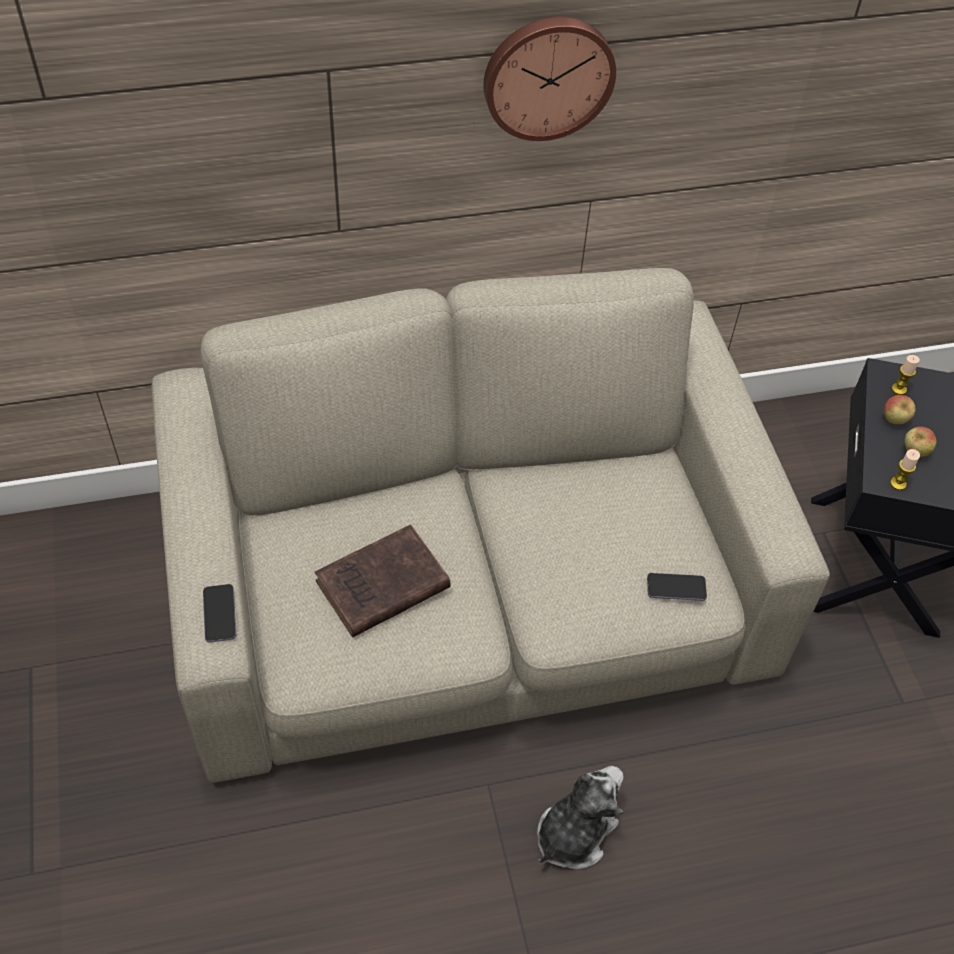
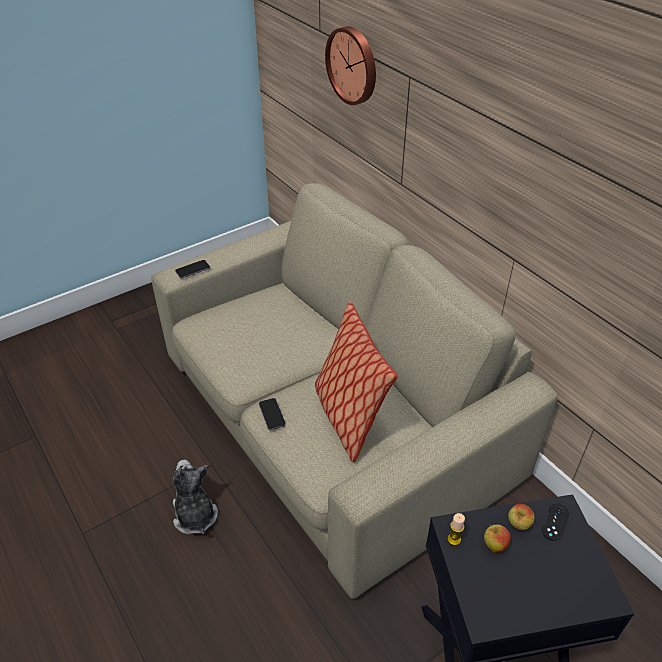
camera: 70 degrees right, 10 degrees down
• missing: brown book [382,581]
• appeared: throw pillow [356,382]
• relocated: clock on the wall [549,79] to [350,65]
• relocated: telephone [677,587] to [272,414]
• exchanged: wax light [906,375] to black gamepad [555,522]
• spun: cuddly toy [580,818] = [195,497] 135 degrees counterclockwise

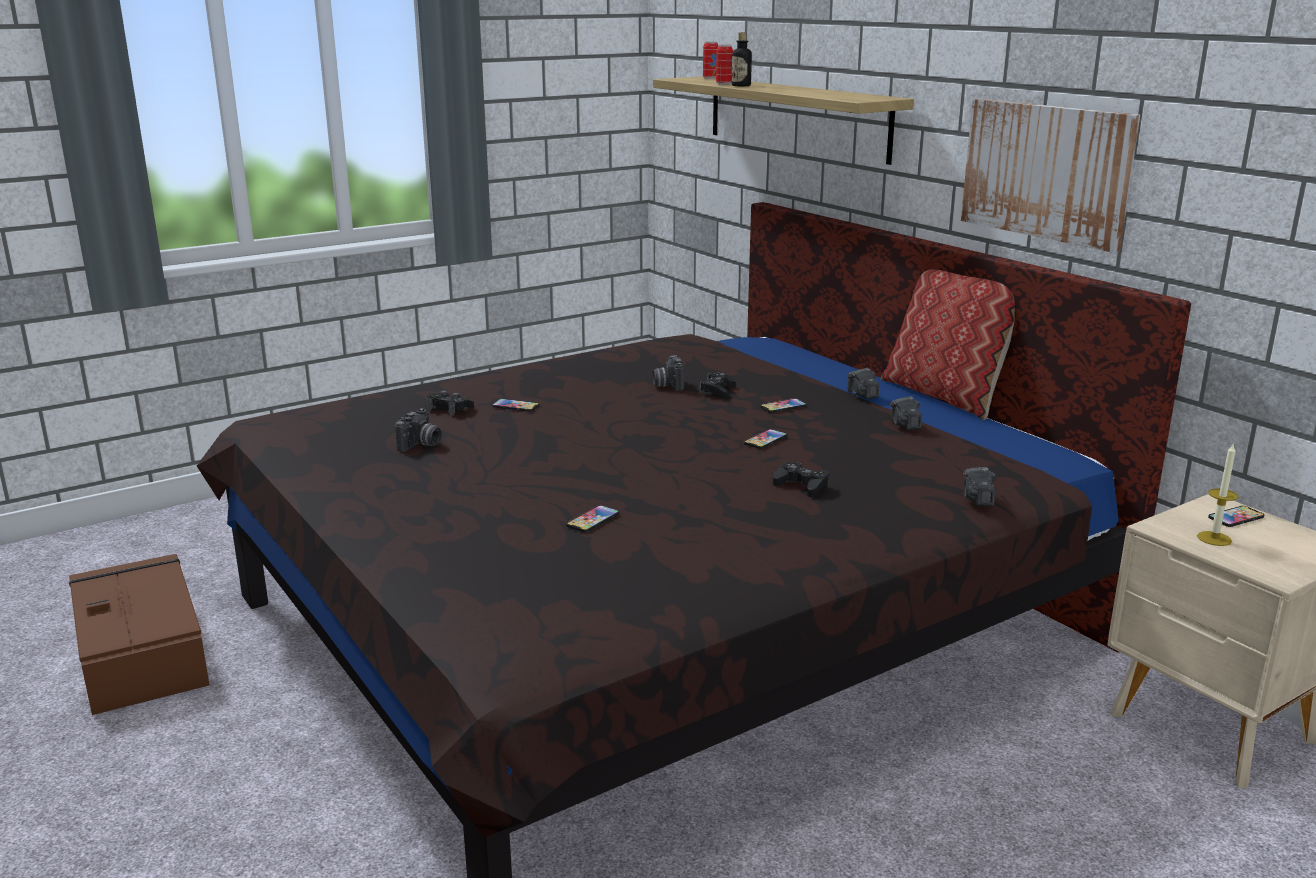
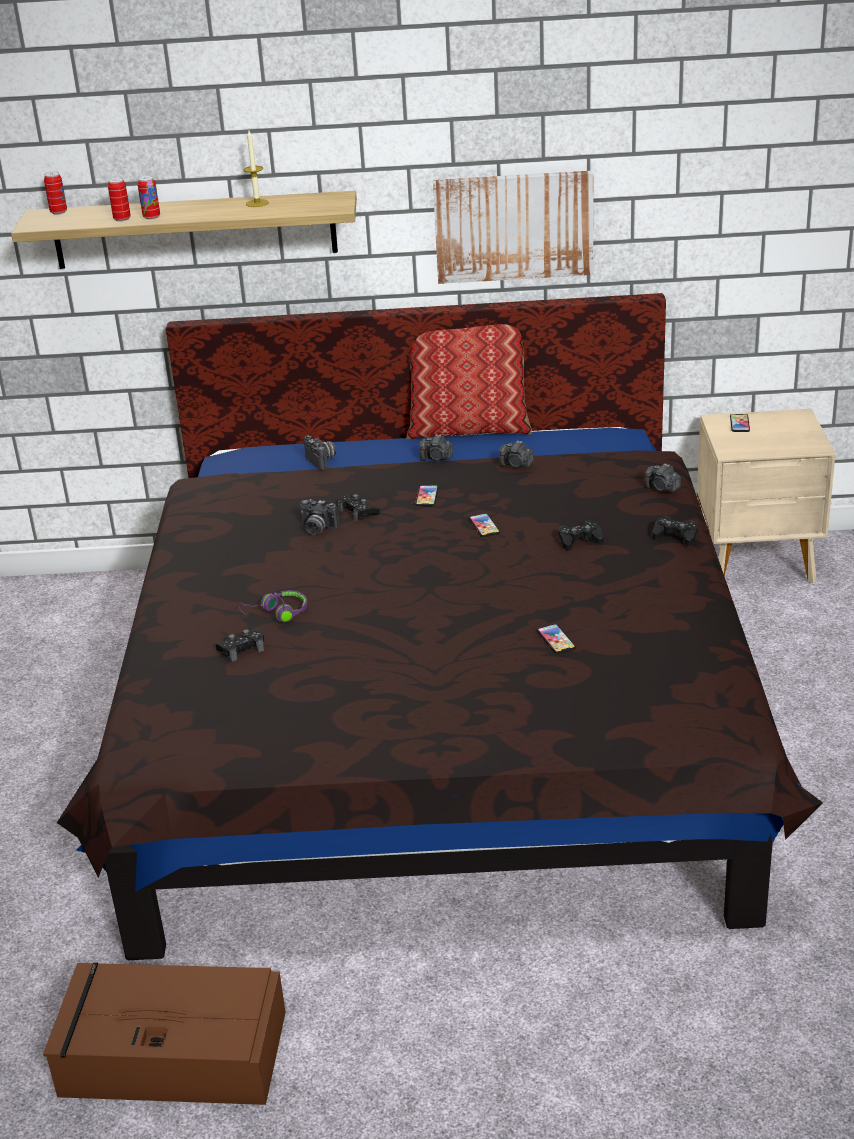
camera: 55 degrees left, 10 degrees up
• appeared: black gamepad [675,531]
• relocated: photo camera [418,430] to [320,452]
• relocated: wax light [1217,495] to [256,169]
• exchanged: telephone [515,405] to purple-coloured pair of headphones [273,606]
• exchanged: beverage bottle [742,59] to sealed can [149,197]

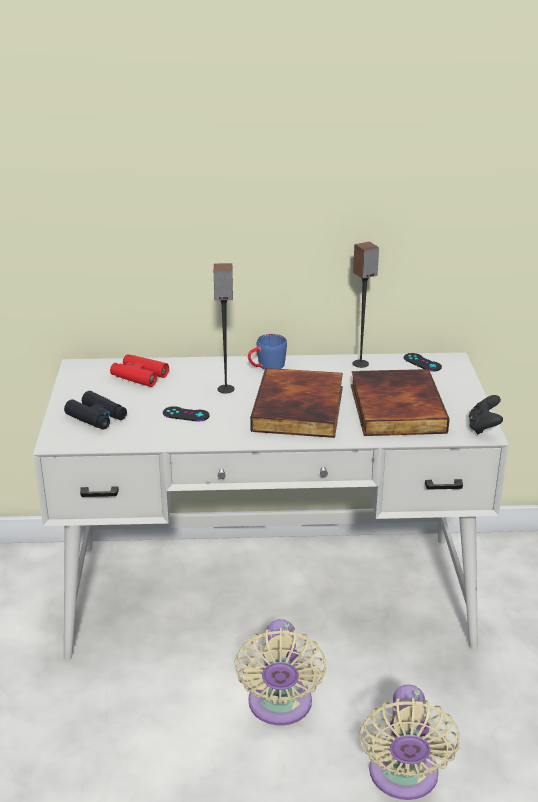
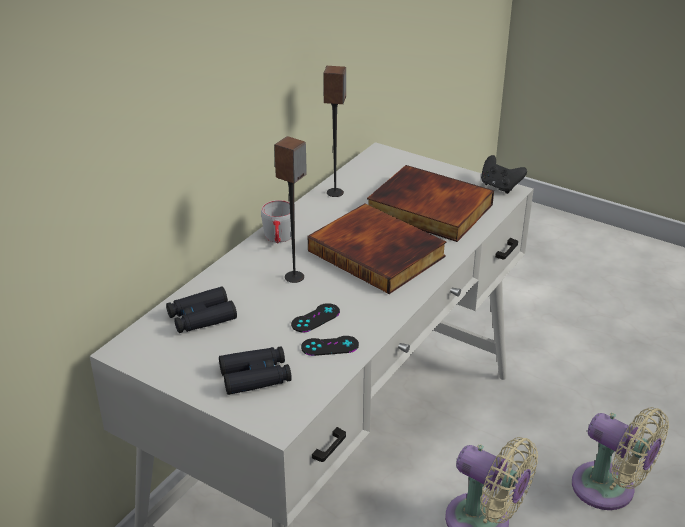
camera: 55 degrees left, 5 degrees up
• relocated: black gamepad [423,362] to [330,346]
• colour: red pair of binoculars [139,370] to black pair of binoculars [201,309]
• colour: blue coffee mug [267,352] to gray coffee mug [278,222]

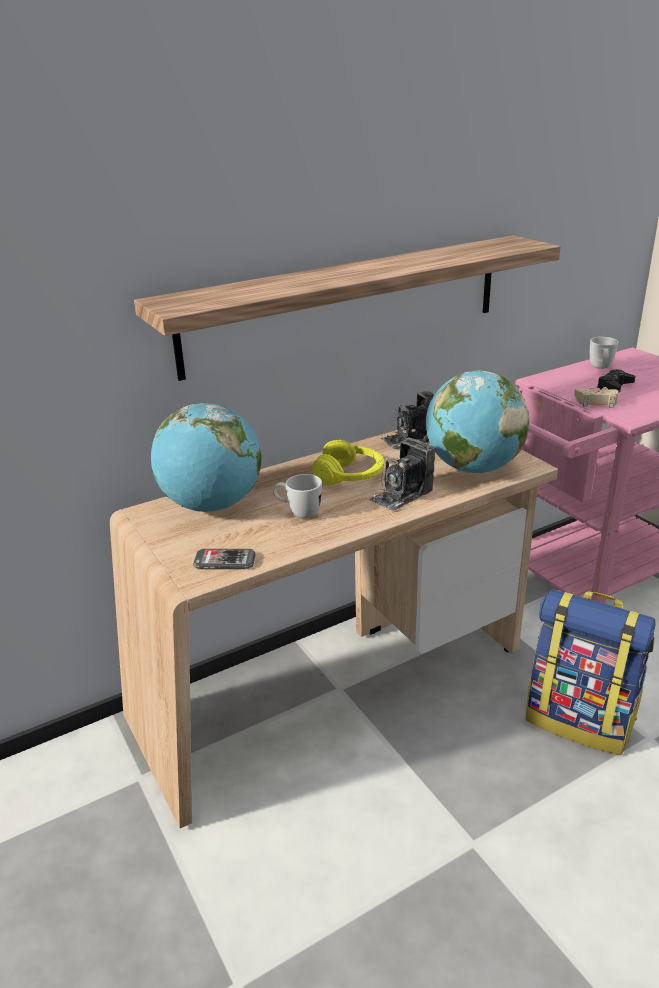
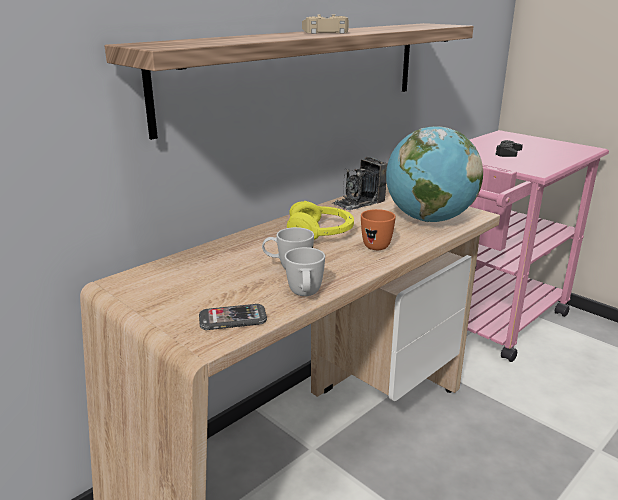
camera: 15 degrees left, 5 degrees down
• missing: world globe [206,457]
• missing: rucksack [590,672]
• relocated: sand-coloured gamepad [596,397] to [325,24]
• relocated: white coffee mug [604,353] to [304,271]
• exchanged: photo camera [402,474] to orange-coloured coffee mug [378,229]

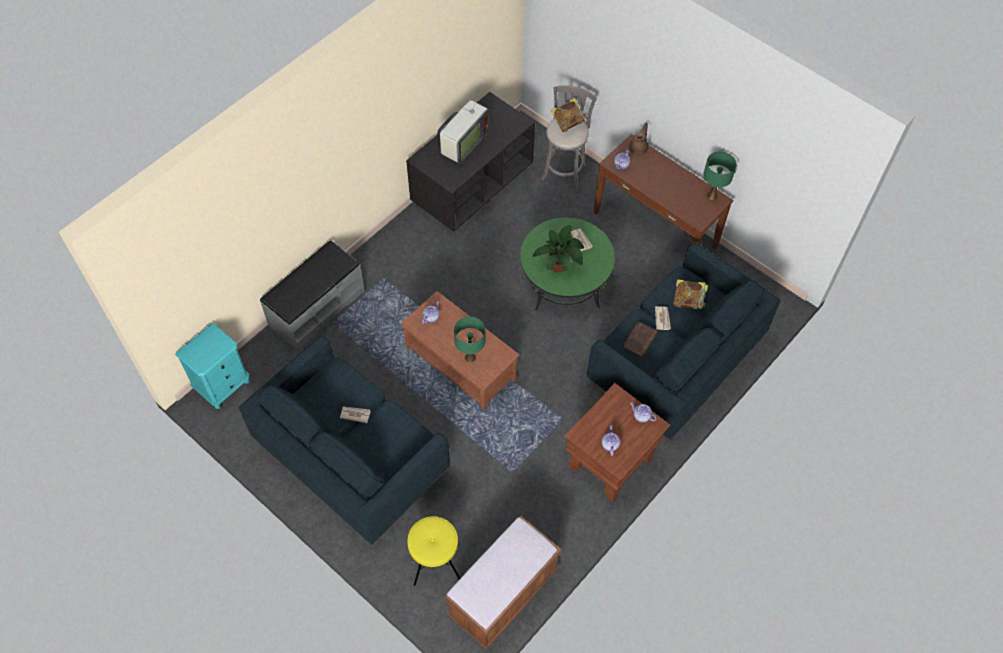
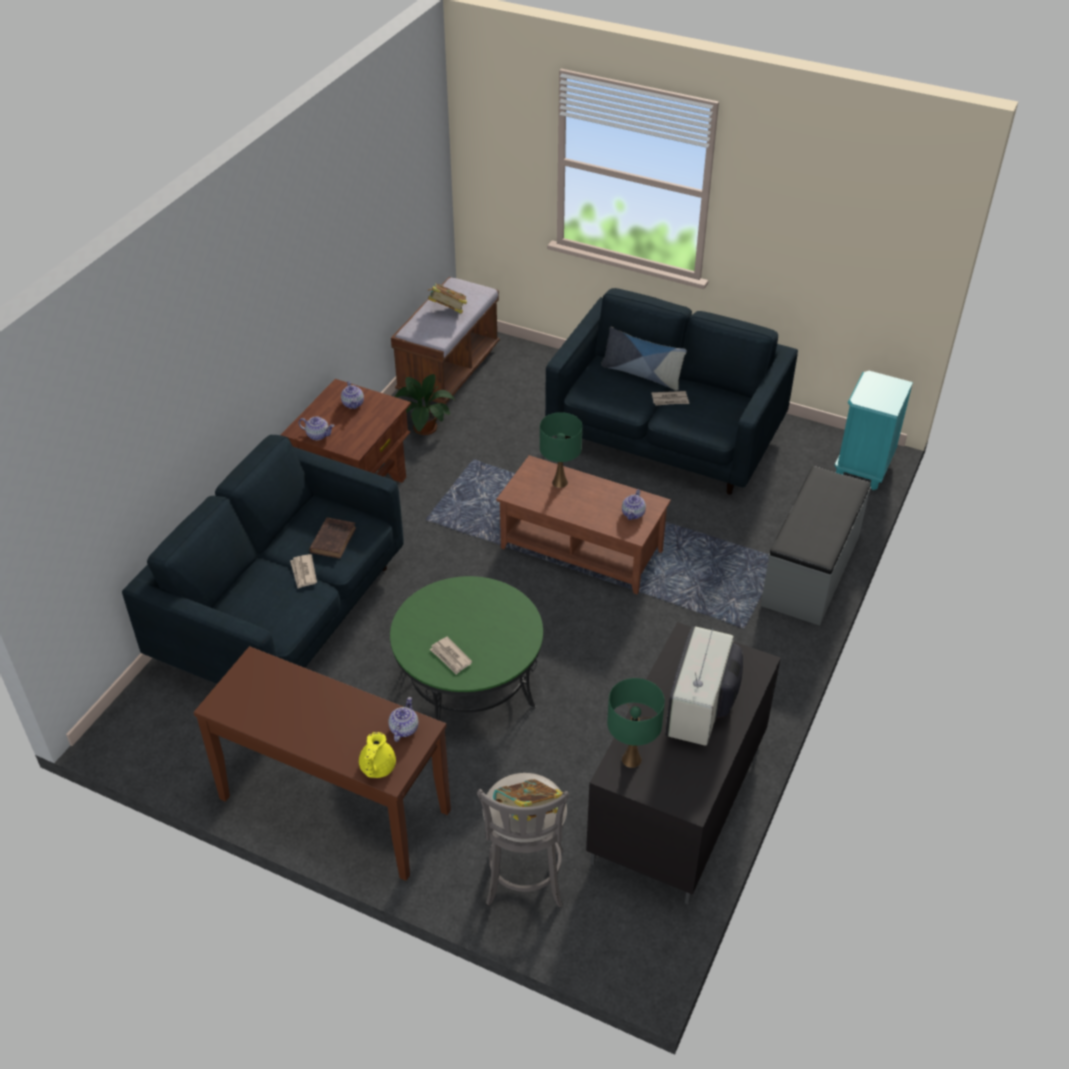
camera: 165 degrees right, 15 degrees down
• missing: yellow stool [433,551]
• appeared: throw pillow [644,359]
• relocated: houseplant [558,249] to [425,404]
• relocated: book [690,294] to [447,298]
• relocated: greenish tabletop lamp [720,175] to [636,723]
• colour: brown teapot [639,138] to yellow teapot [377,755]

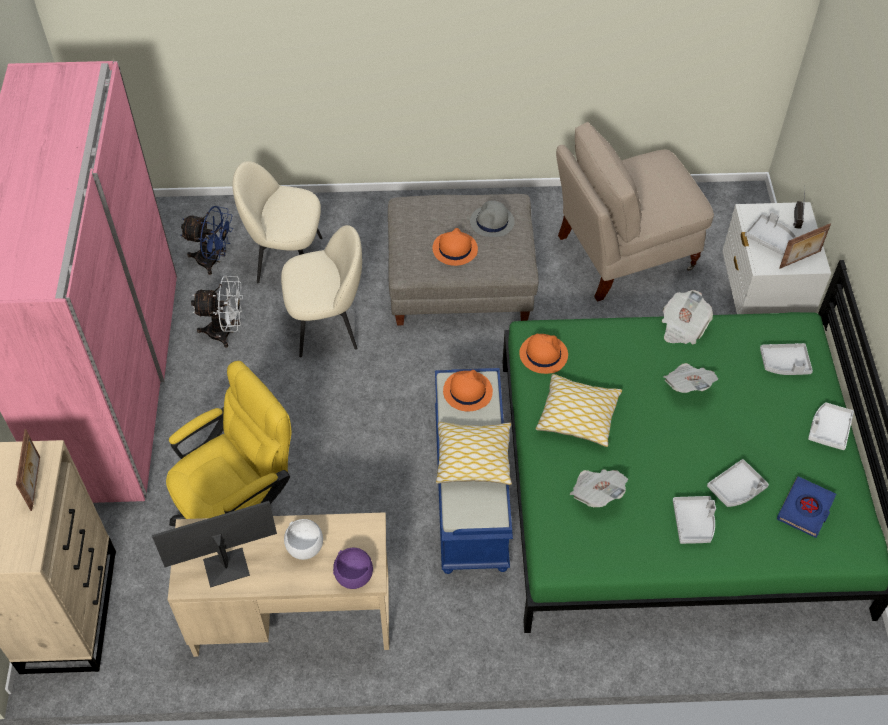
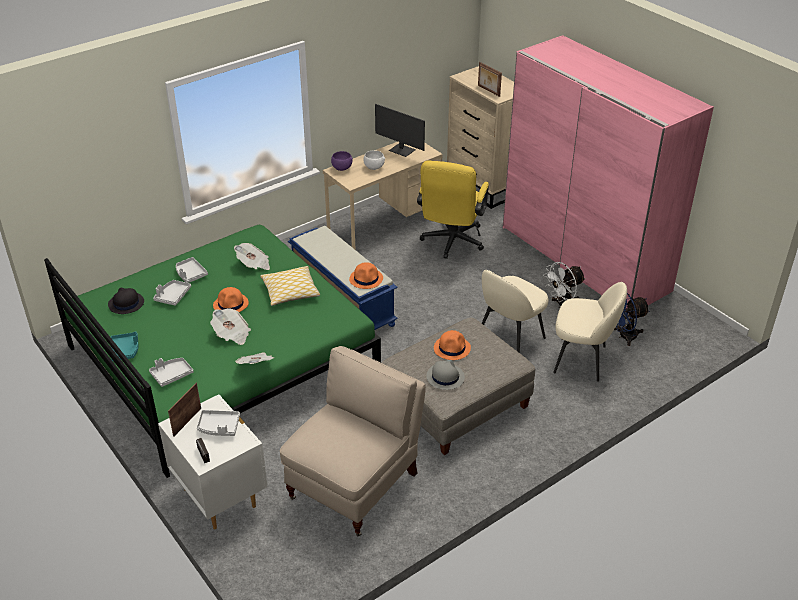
camera: 145 degrees right, 15 degrees down
• missing: throw pillow [474,453]
• relocated: orange-coloured clothing hat [543,354] to [231,299]
• exchanged: blue book [806,507] to black clothing hat [126,300]
• colour: white tray [831,426] to turquoise-coloured tray [124,346]
• spun: computer display [214,544] = [400,130] 90 degrees clockwise
• spun: sand-coloured chair [277,222] = [590,332] 45 degrees clockwise

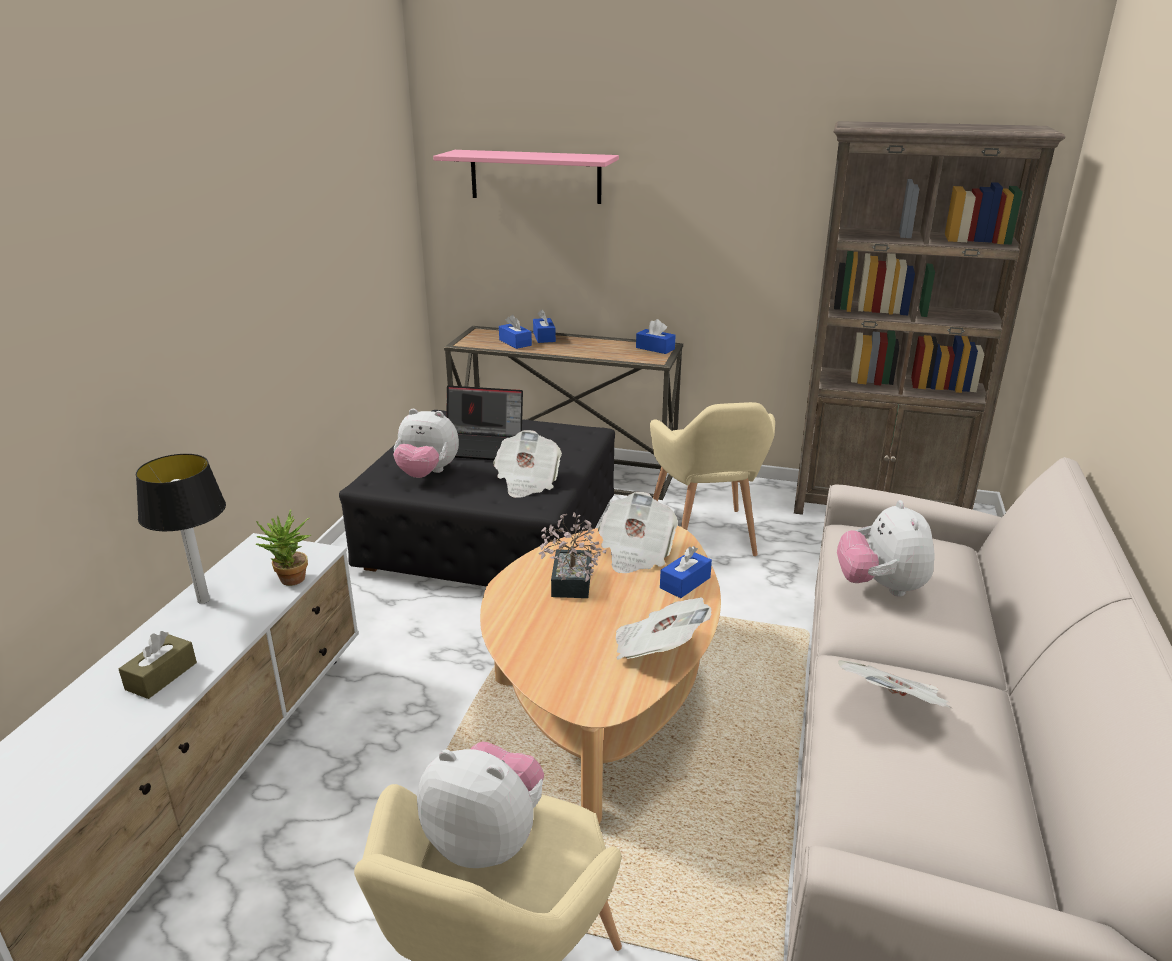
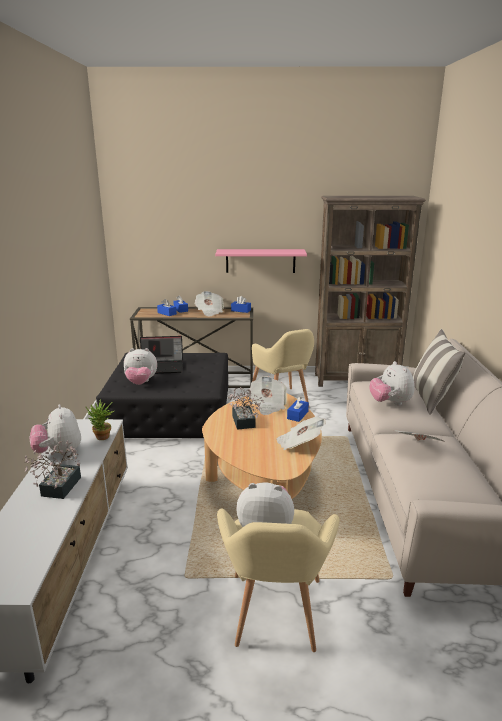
camera: 15 degrees left, 5 degrees down
• appeared: throw pillow [439,372]
• relocated: pink-coloured shelf [526,177] to [261,261]
• relocated: daily paper [527,464] to [209,303]
• exchanged: brown tissue holder [158,665] to houseplant [52,470]
• exchanged: tabletop lamp [181,529] to cuddly toy [55,430]

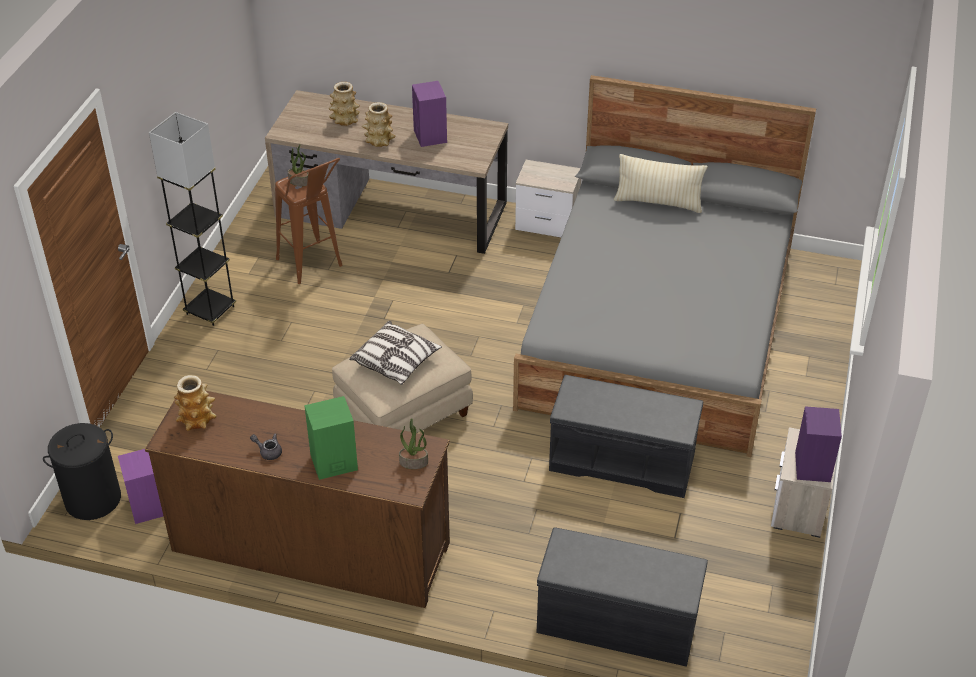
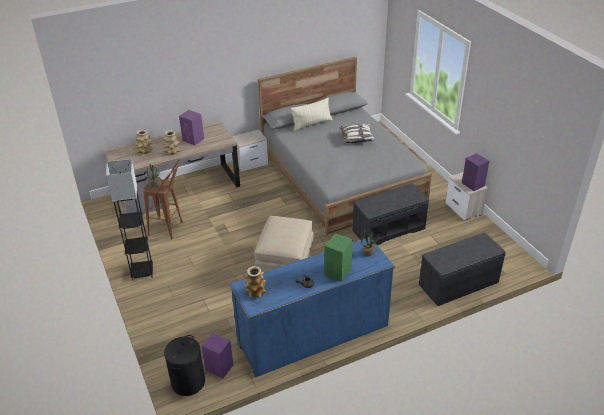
camera: 40 degrees left, 5 degrees down
• relocated: throw pillow [395,353] to [357,133]
• colour: brown dresser [297,499] to blue dresser [312,307]

